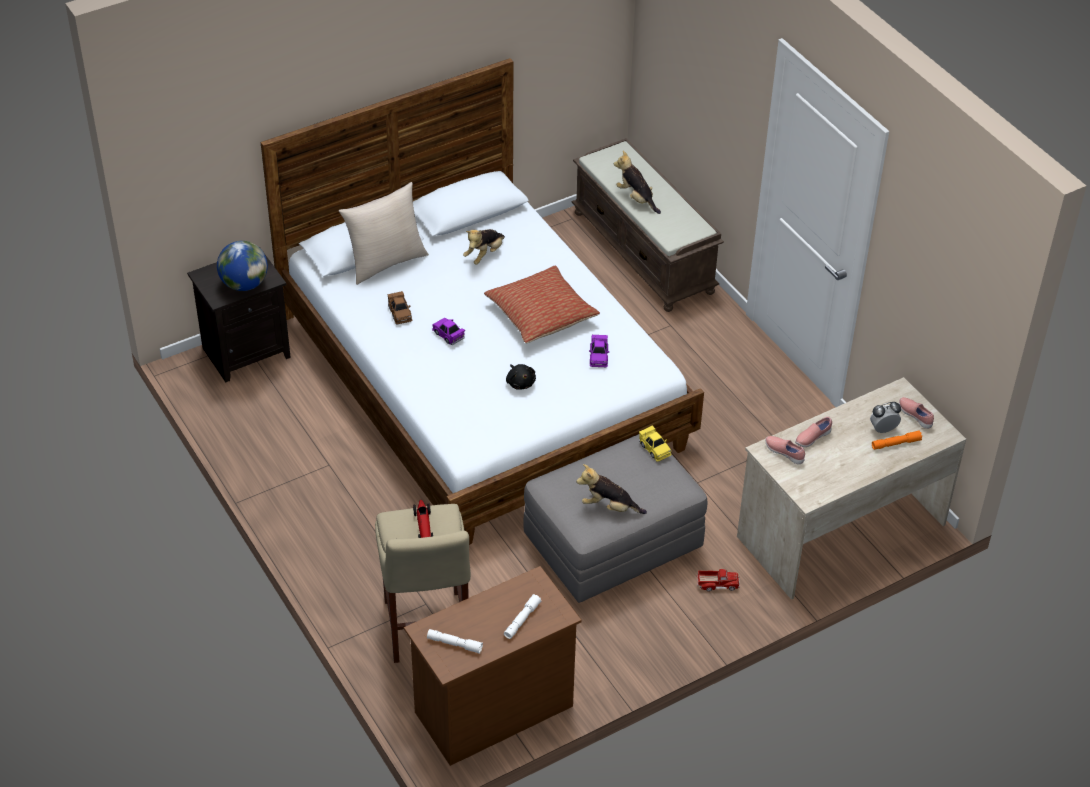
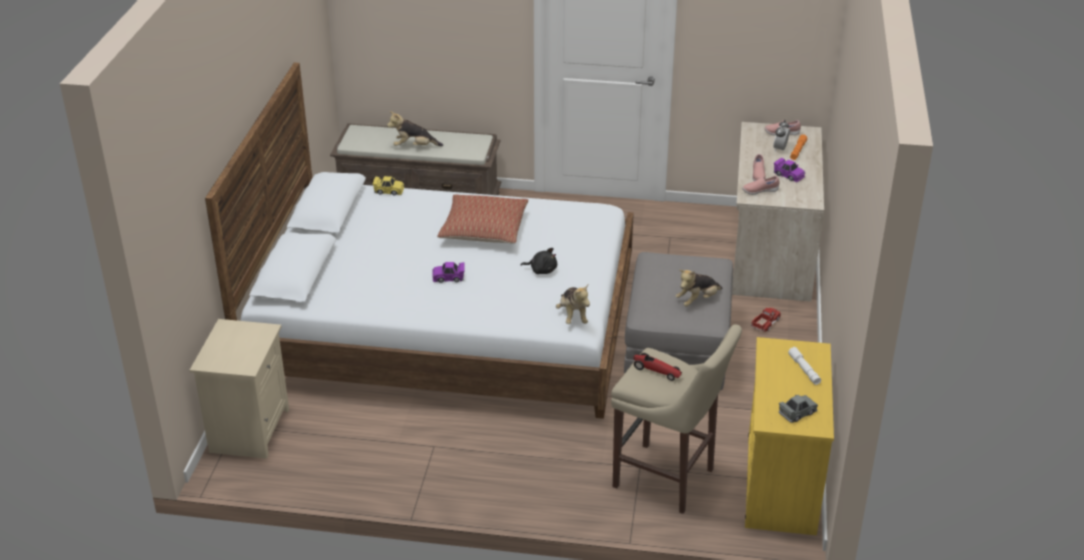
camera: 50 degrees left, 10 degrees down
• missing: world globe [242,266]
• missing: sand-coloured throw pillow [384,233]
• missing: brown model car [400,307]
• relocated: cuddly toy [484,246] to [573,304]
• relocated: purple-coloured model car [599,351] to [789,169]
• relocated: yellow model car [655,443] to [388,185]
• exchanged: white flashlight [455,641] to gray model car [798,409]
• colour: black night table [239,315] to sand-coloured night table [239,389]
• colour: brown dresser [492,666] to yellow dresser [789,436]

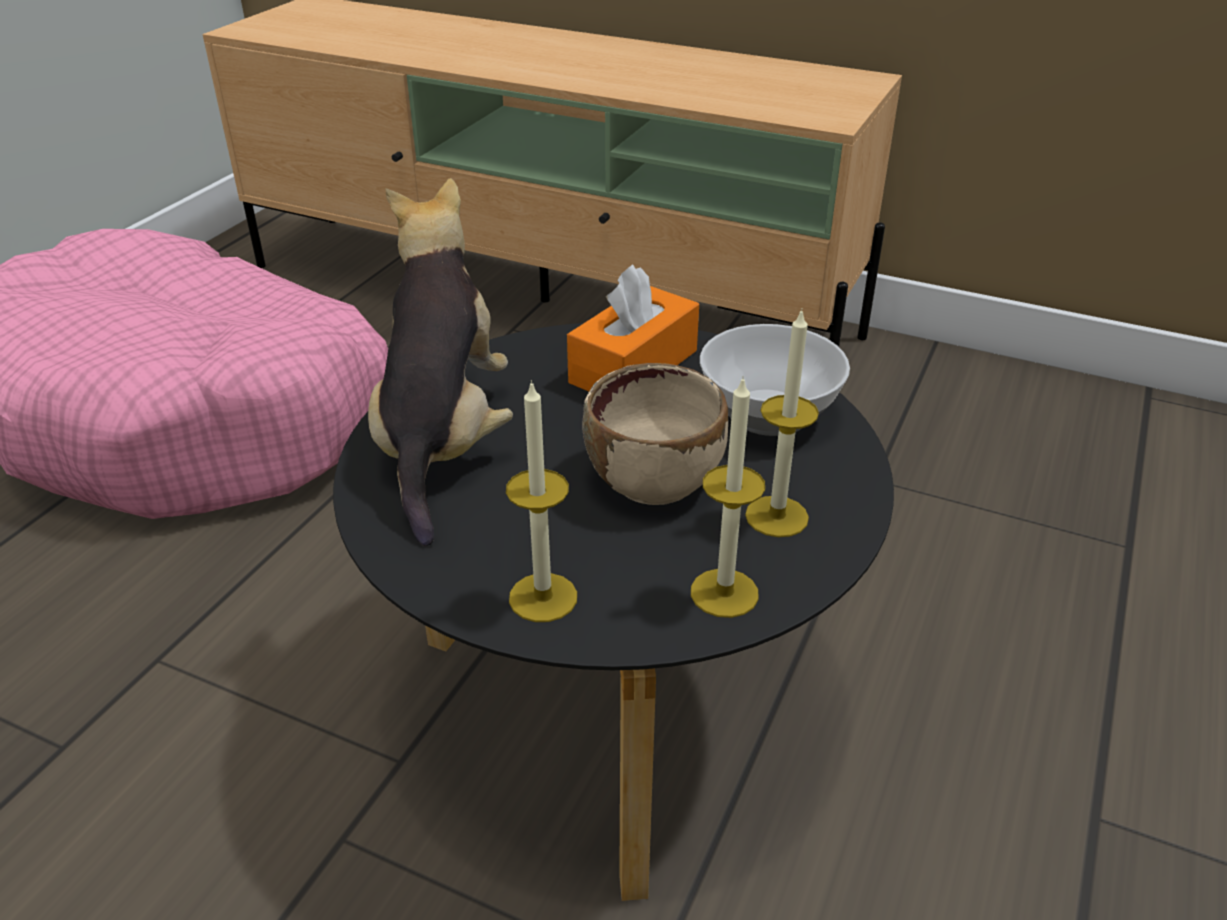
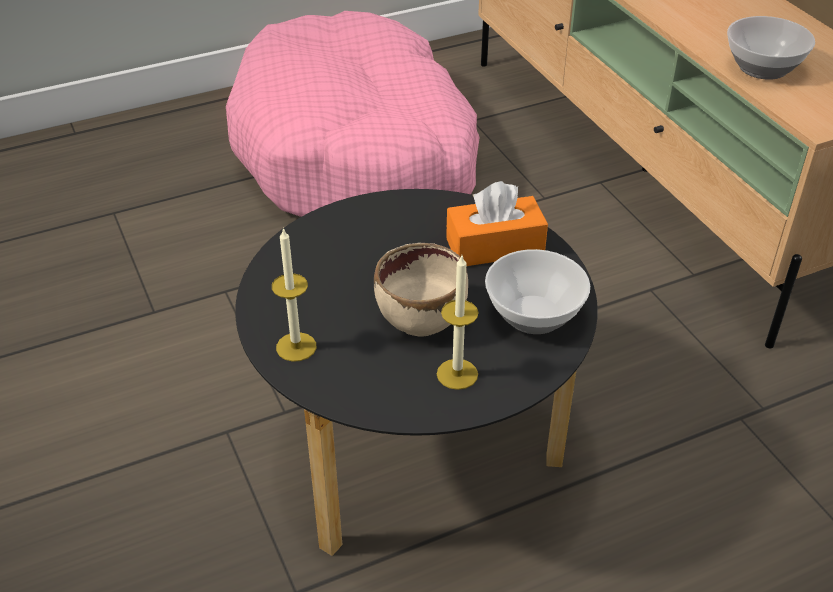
camera: 40 degrees right, 5 degrees up
• missing: cuddly toy [440,362]
• missing: wax light [728,497]
• appeared: bowl [771,48]

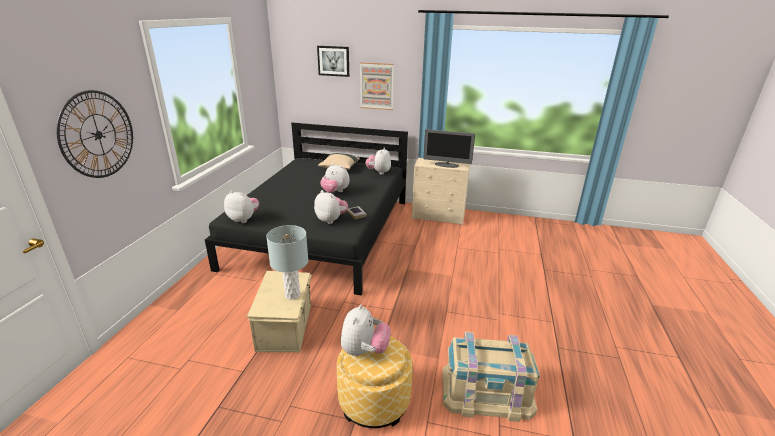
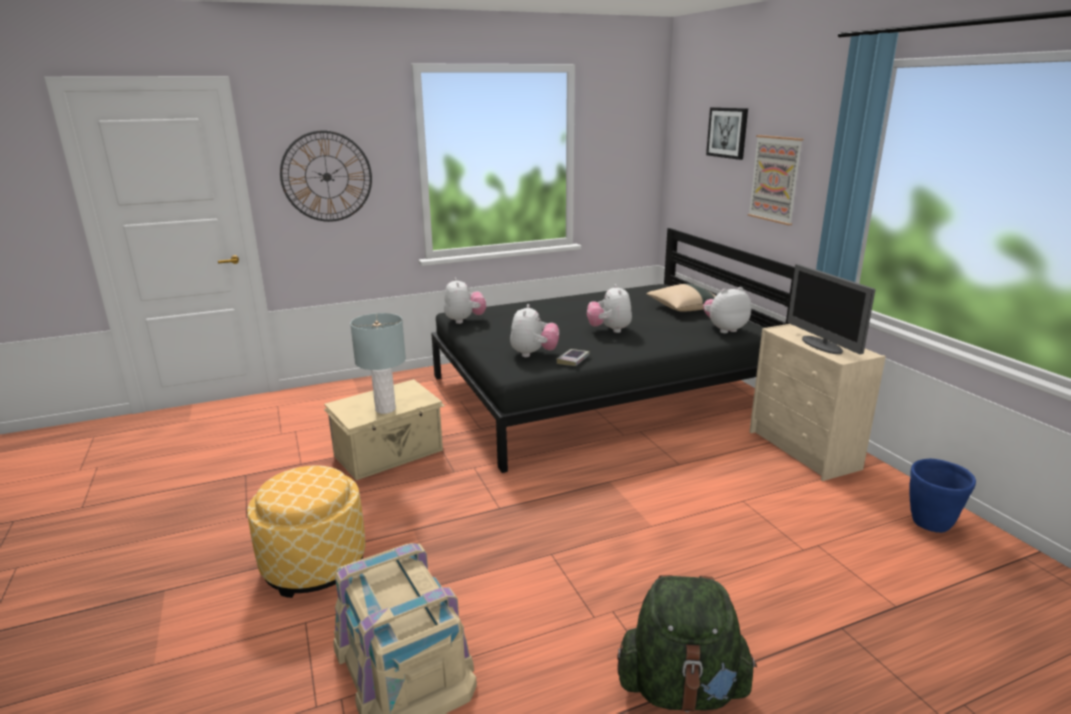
camera: 55 degrees right, 5 degrees down
• missing: cuddly toy [366,330]
• appeared: greenish rucksack [687,643]
• appeared: blue flower pot [942,496]

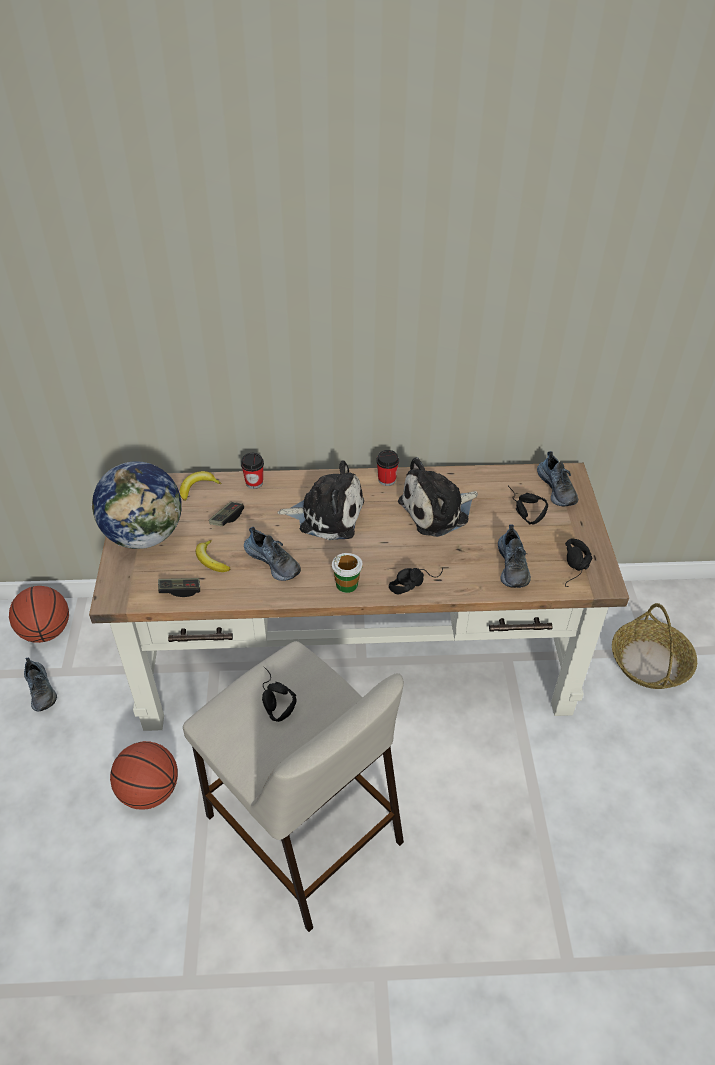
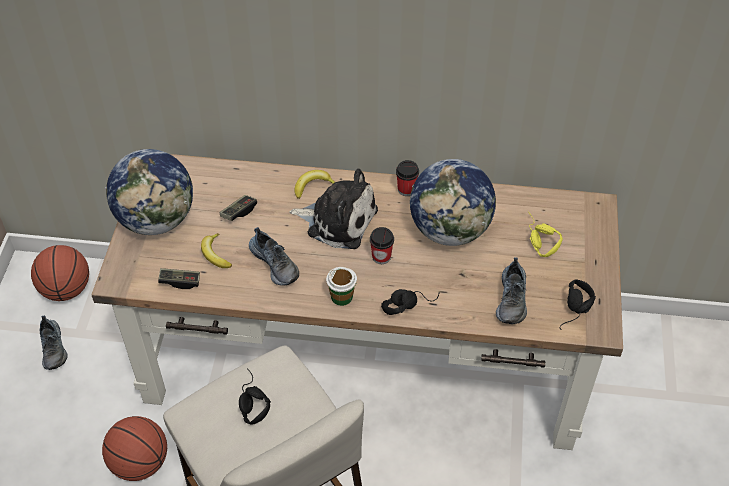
camera: 10 degrees right, 5 degrees up
• missing: item of footwear [557,478]
• missing: household basket [654,646]
• relocated: whole banana [200,486] to [314,184]
• relocated: cup [252,471] to [382,245]
• exchanged: cuddly toy [438,497] to world globe [453,202]
• colour: black pair of headphones [528,505] to yellow pair of headphones [545,234]

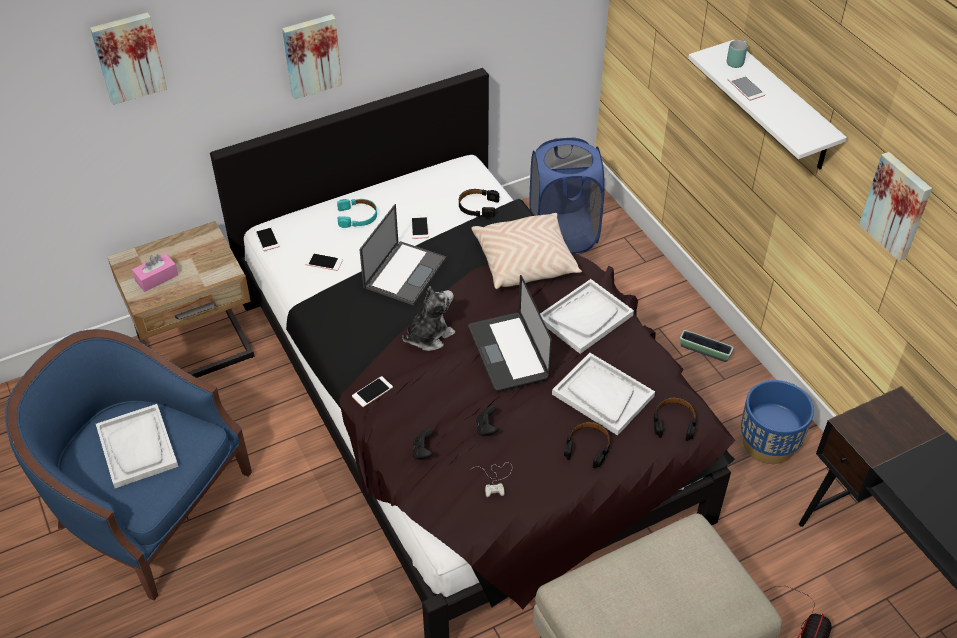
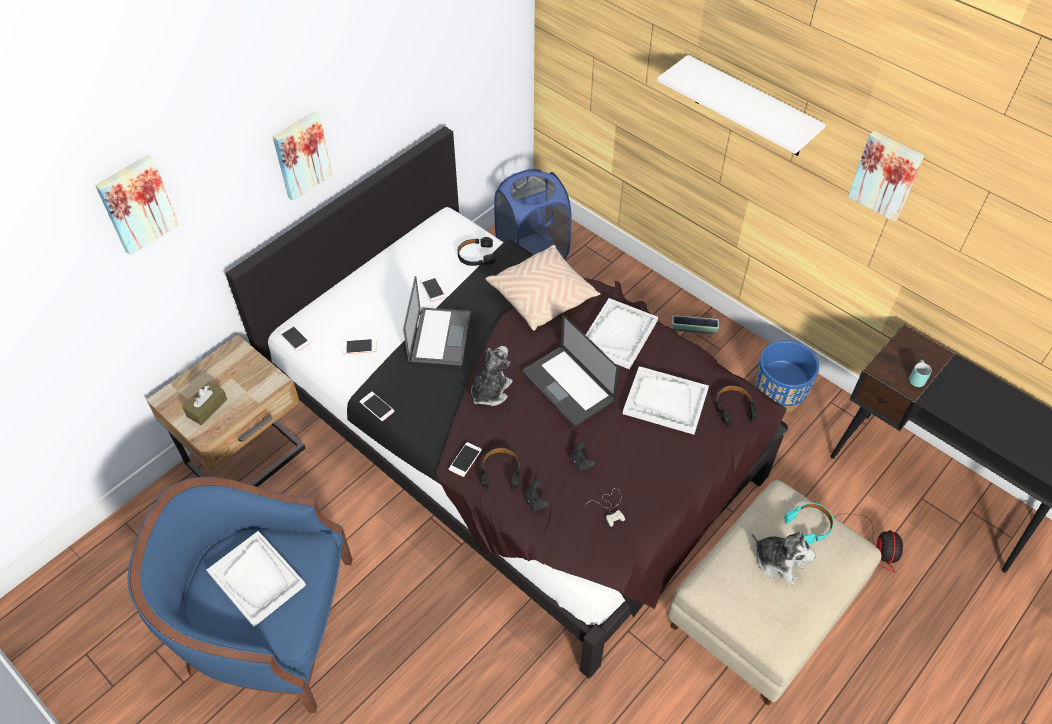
camera: 20 degrees left, 5 degrees up
• appeared: cuddly toy [783,558]
• relocated: turquoise-coloured pair of headphones [357,213] to [809,524]
• relocated: black pair of headphones [587,444] to [501,469]
• relocated: turquoise-coloured coffee mug [737,54] to [920,373]
• relocated: telephone [746,87] to [377,406]
• colour: pink-coloured tissue holder [155,272] to brown tissue holder [204,403]

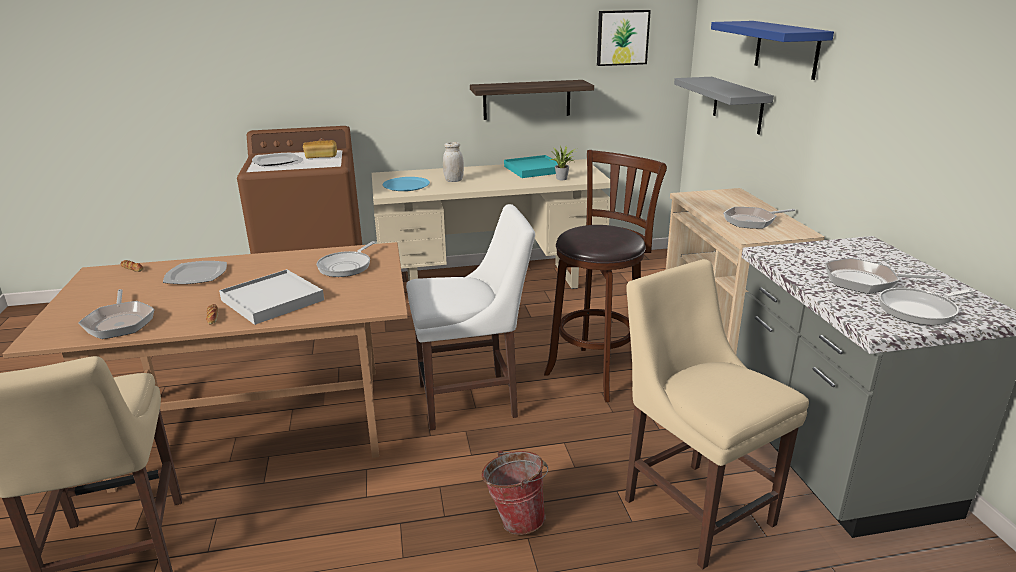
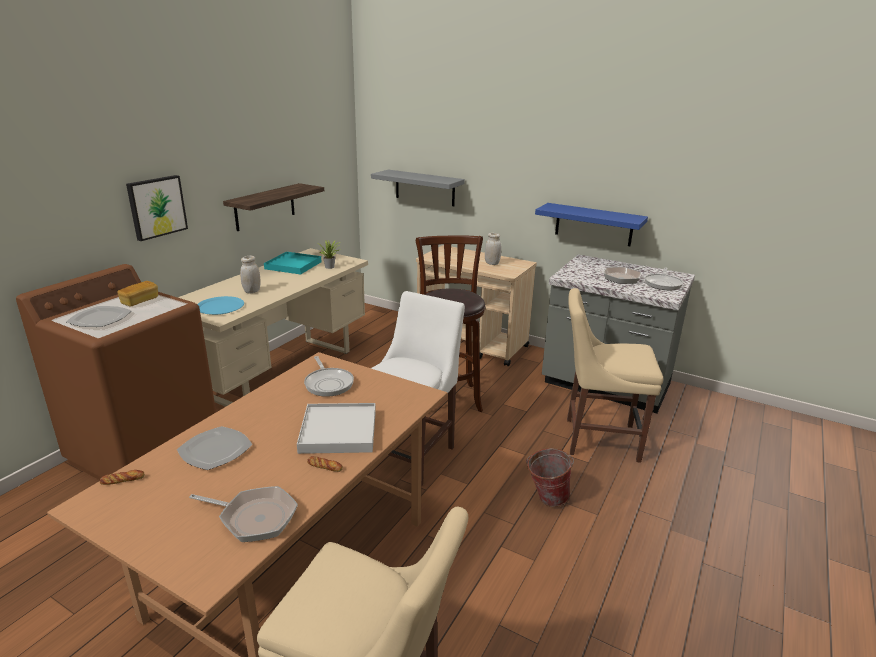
camera: 50 degrees left, 0 degrees up
• relocated: picture [624,38] to [157,208]
• relocated: blue shelf [772,50] to [591,224]
• exchanged: skillet [759,218] to white jar [493,249]

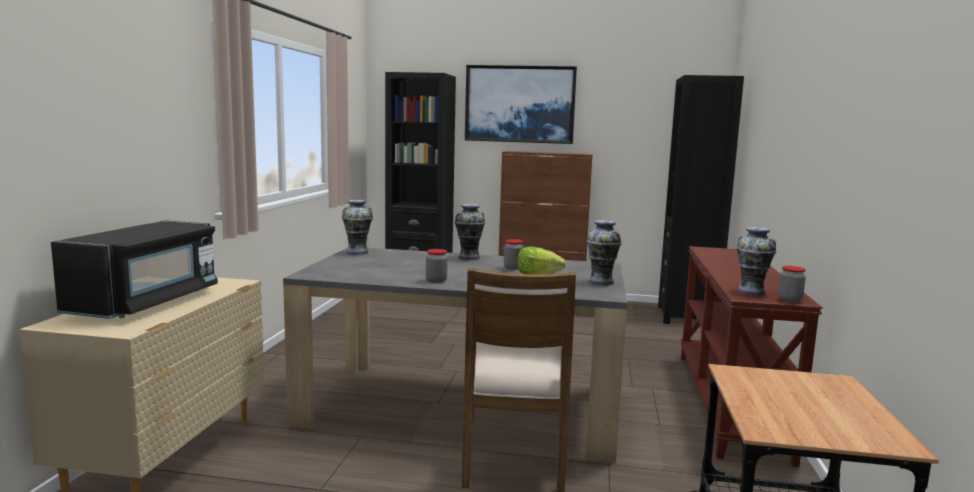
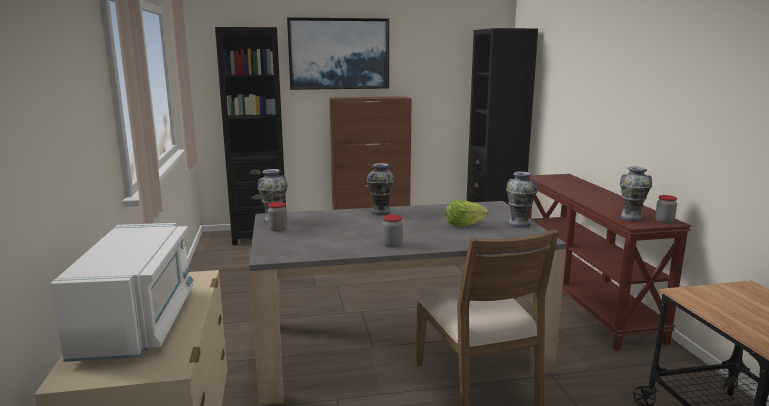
camera: 20 degrees left, 5 degrees up
• relocated: jar [514,254] to [277,217]
• colour: black microwave [134,269] to white microwave [122,292]

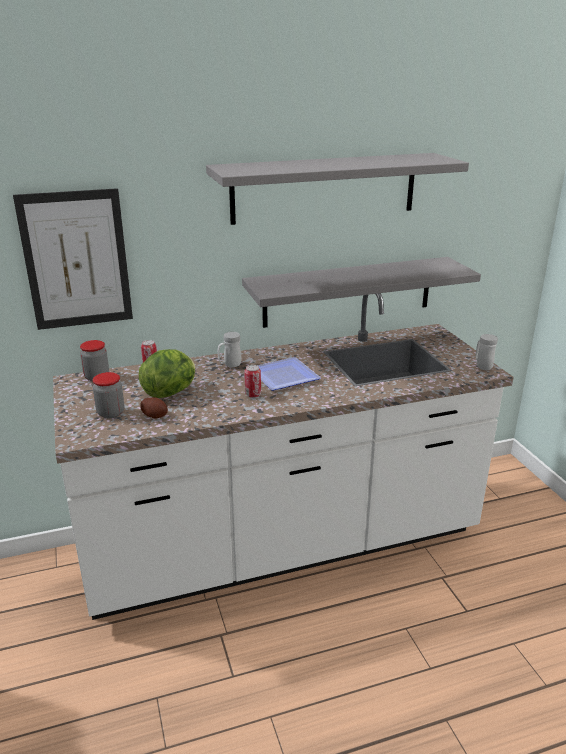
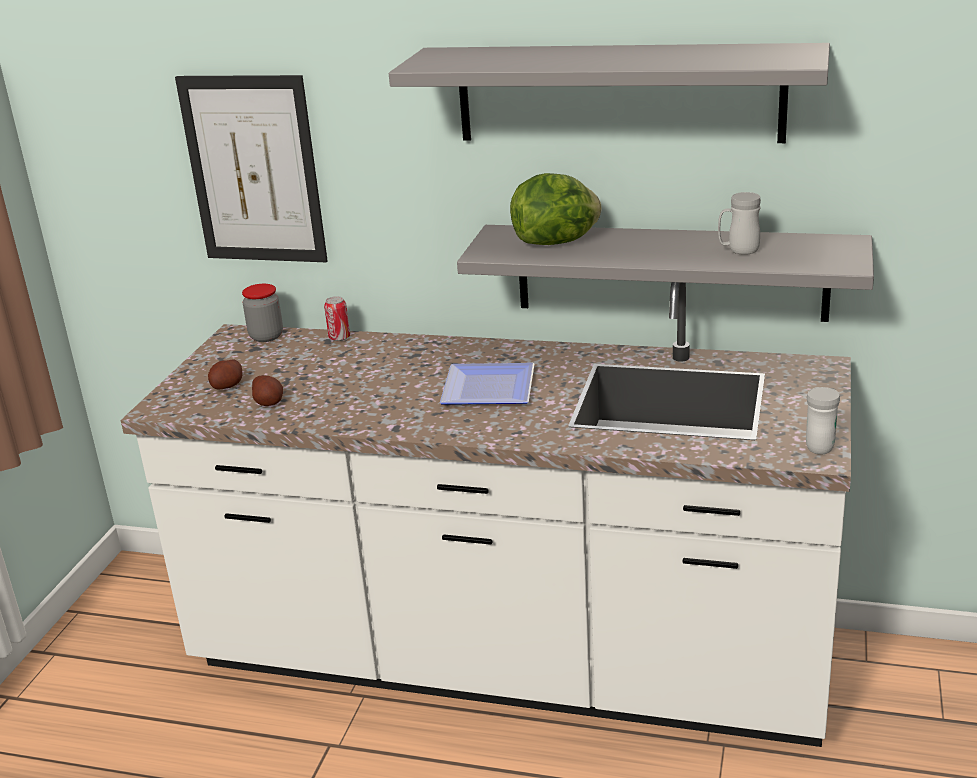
camera: 35 degrees right, 0 degrees up
• missing: sealed can [252,381]
• relocated: lettuce head [167,373] to [556,209]
• relocated: white coffee mug [229,349] to [739,223]
• exchanged: jar [108,395] to potato [225,374]

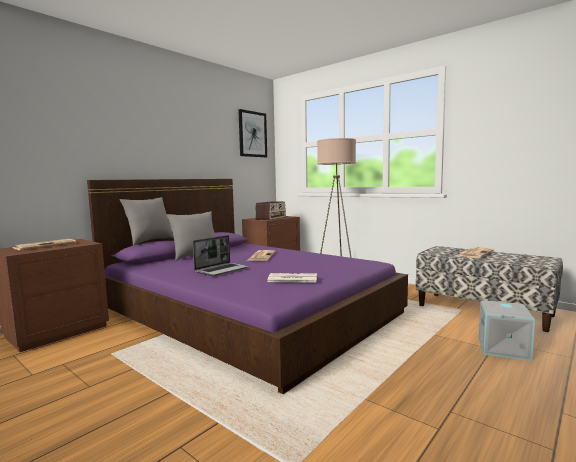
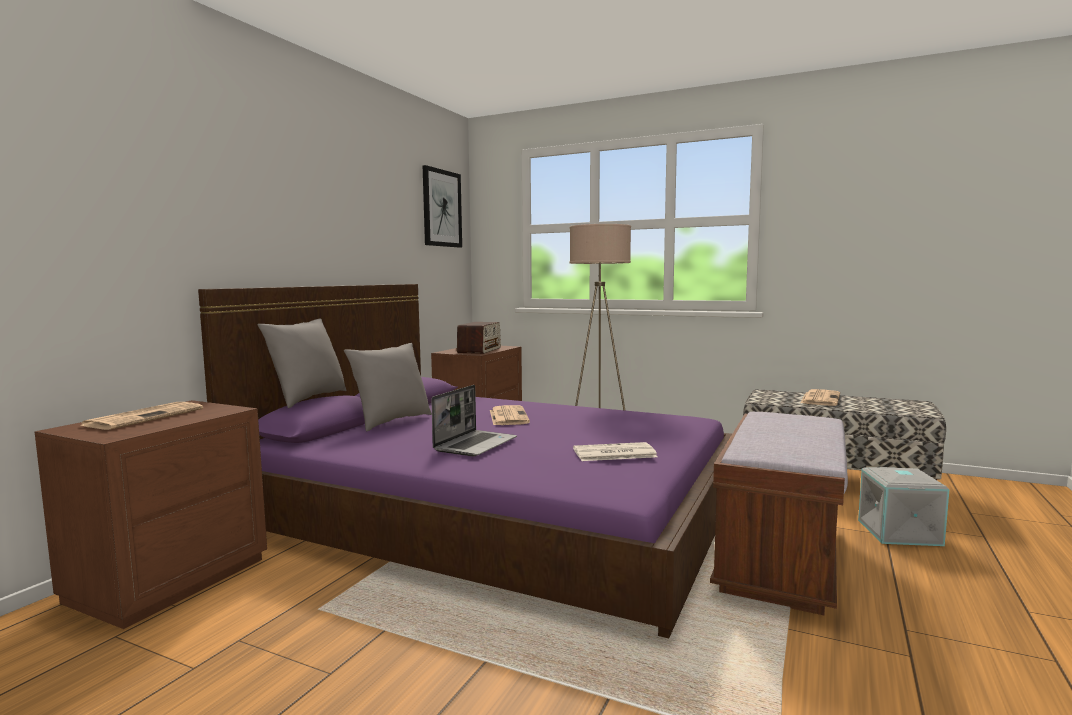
camera: 15 degrees left, 0 degrees up
• appeared: brown indoor bench [779,513]

